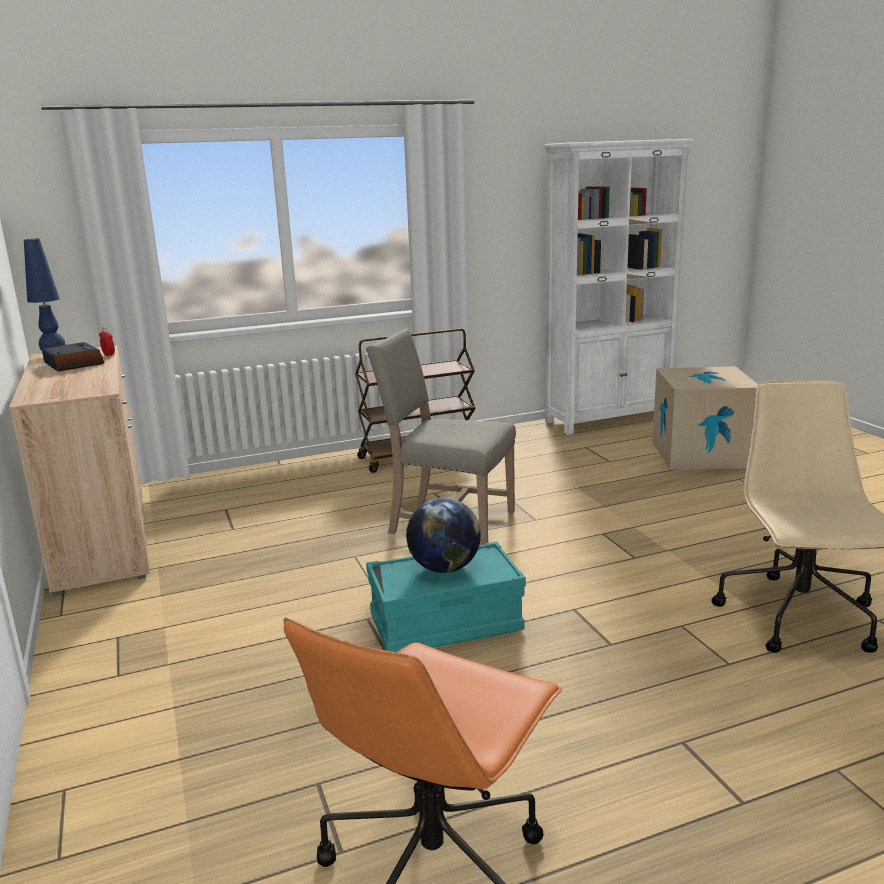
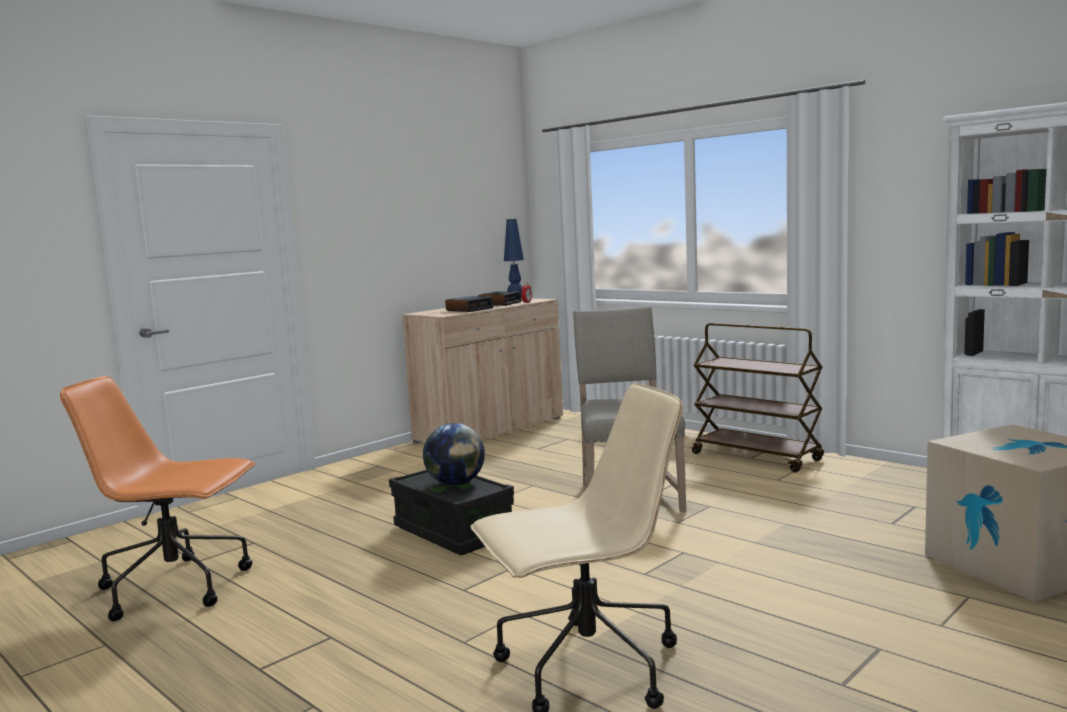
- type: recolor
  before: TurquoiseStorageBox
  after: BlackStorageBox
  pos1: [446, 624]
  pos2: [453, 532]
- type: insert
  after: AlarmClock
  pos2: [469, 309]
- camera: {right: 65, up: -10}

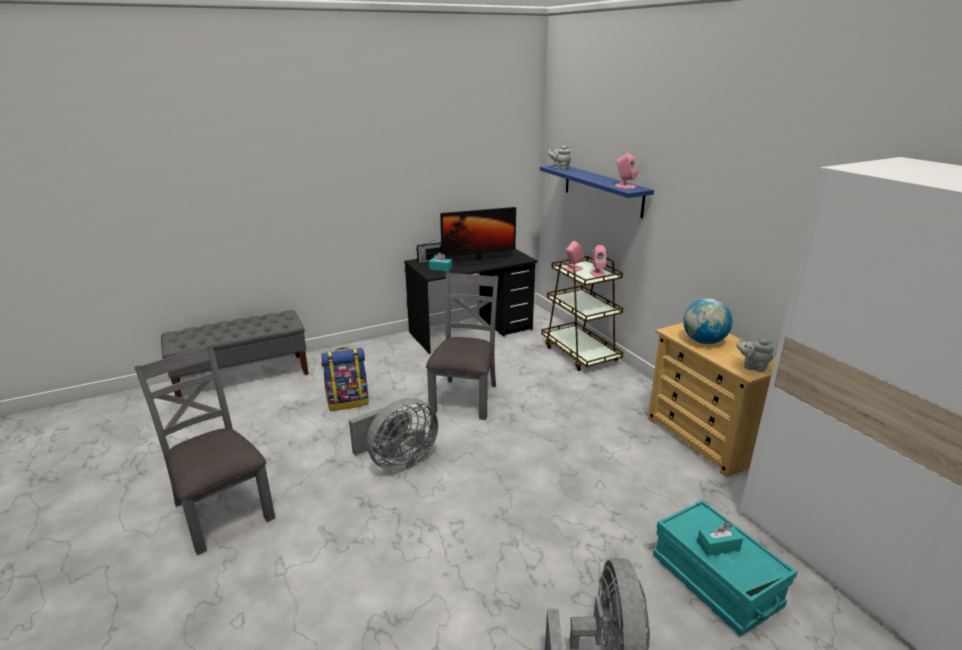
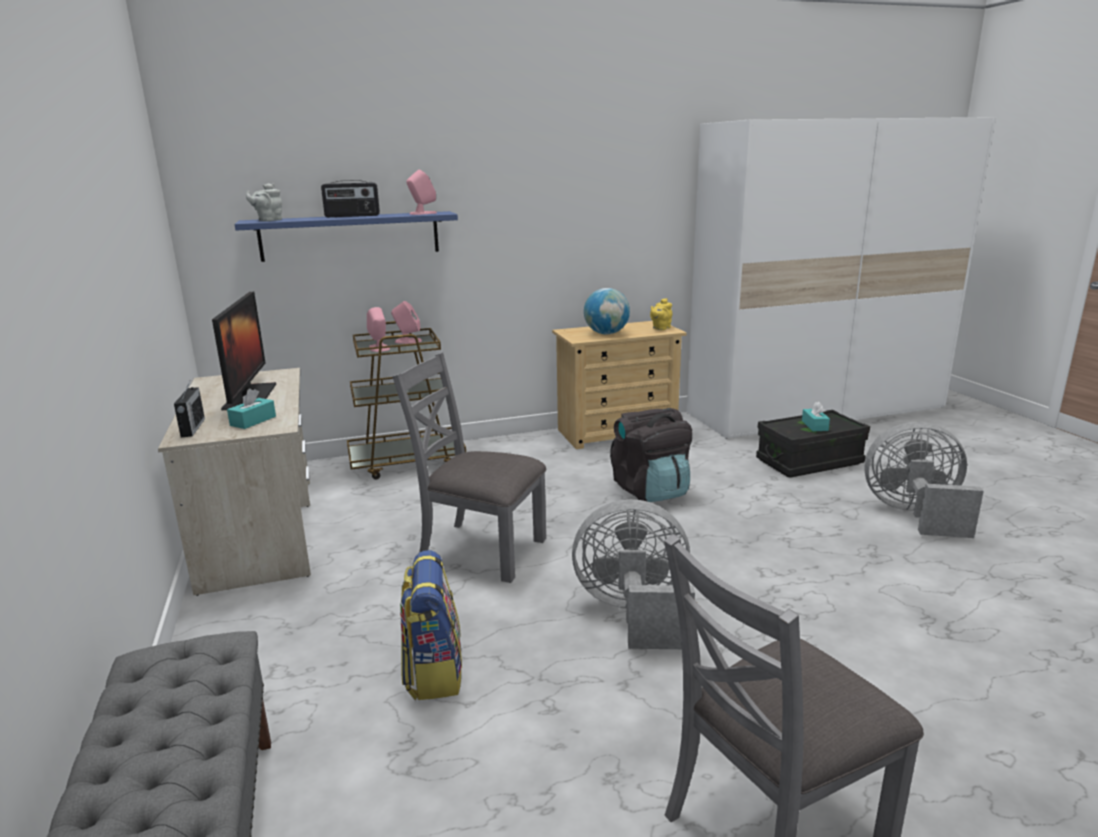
- type: rotate
  before: GreyFan
  pos1: [398, 461]
  pos2: [634, 614]
  turn: -60
- type: recolor
  before: BlackDesk
  after: BeigeDesk
  pos1: [471, 331]
  pos2: [260, 531]
- type: recolor
  before: TurquoiseStorageBox
  after: BlackStorageBox
  pos1: [715, 581]
  pos2: [809, 461]
- type: recolor
  before: GreyTeapot
  after: YellowTeapot
  pos1: [753, 367]
  pos2: [660, 328]
- type: insert
  after: Radio
  pos2: [352, 216]
- type: insert
  after: BlackBackpack
  pos2: [651, 490]
- camera: {right: -80, up: -5}

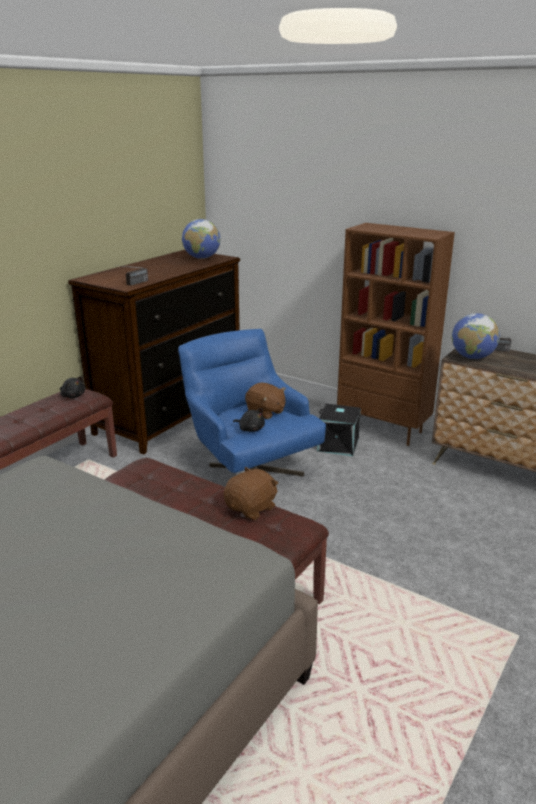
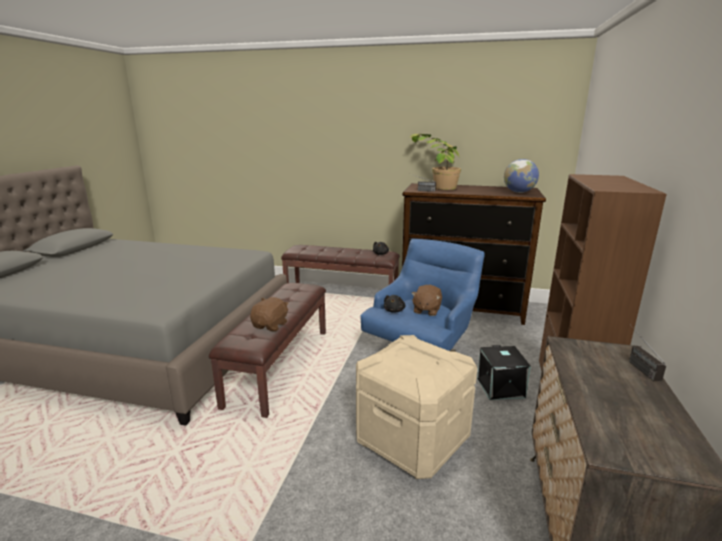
- type: rotate
  before: BrownPlushToy
  pos1: [251, 508]
  pos2: [271, 325]
  turn: -90
- type: delete
  before: Globe
  pos1: [472, 357]
- type: insert
  after: BeigeStorageBox
  pos2: [411, 440]
- type: insert
  after: PottedPlant
  pos2: [436, 186]
- camera: {right: 70, up: -5}

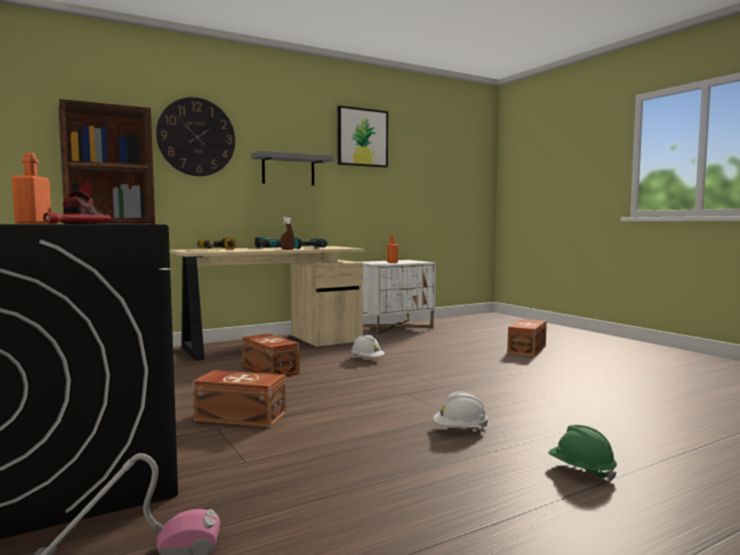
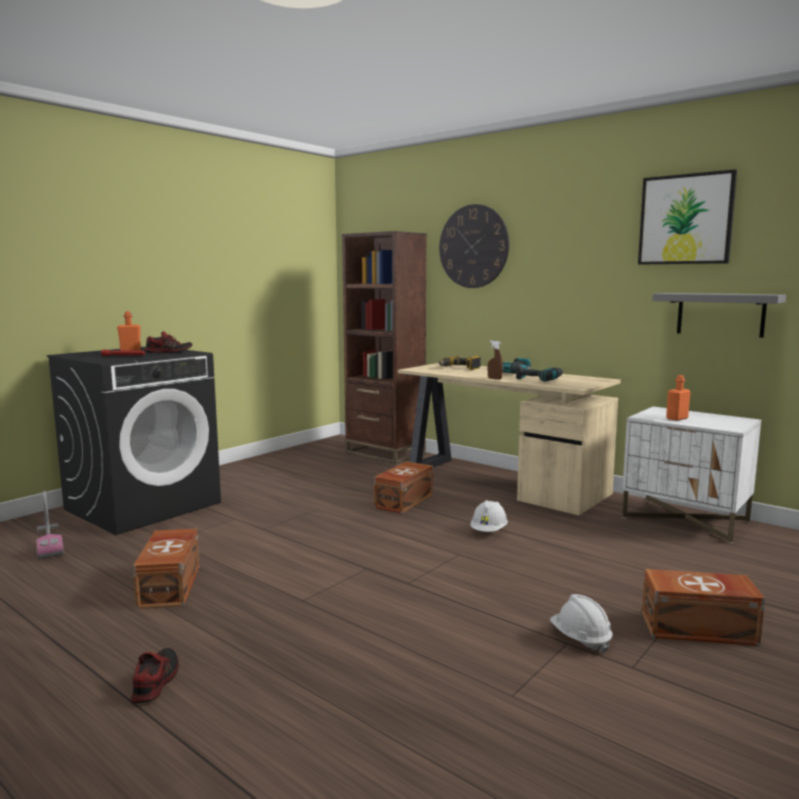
- type: move
  before: BrownStorageBox
  pos1: [240, 416]
  pos2: [171, 585]
- type: move
  before: GreyShelf
  pos1: [288, 170]
  pos2: [720, 314]
- type: move
  before: WhiteHardHat
  pos1: [460, 429]
  pos2: [580, 639]
- type: replace
  before: GreenHardHat
  after: Shoe
  pos1: [581, 470]
  pos2: [155, 682]
- camera: {right: 70, up: 5}

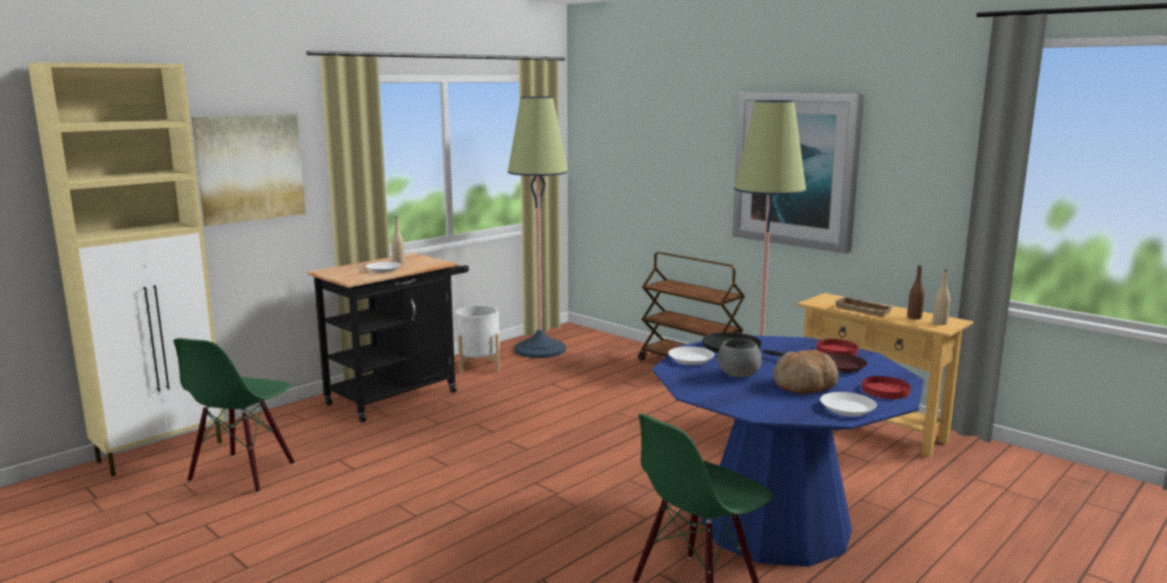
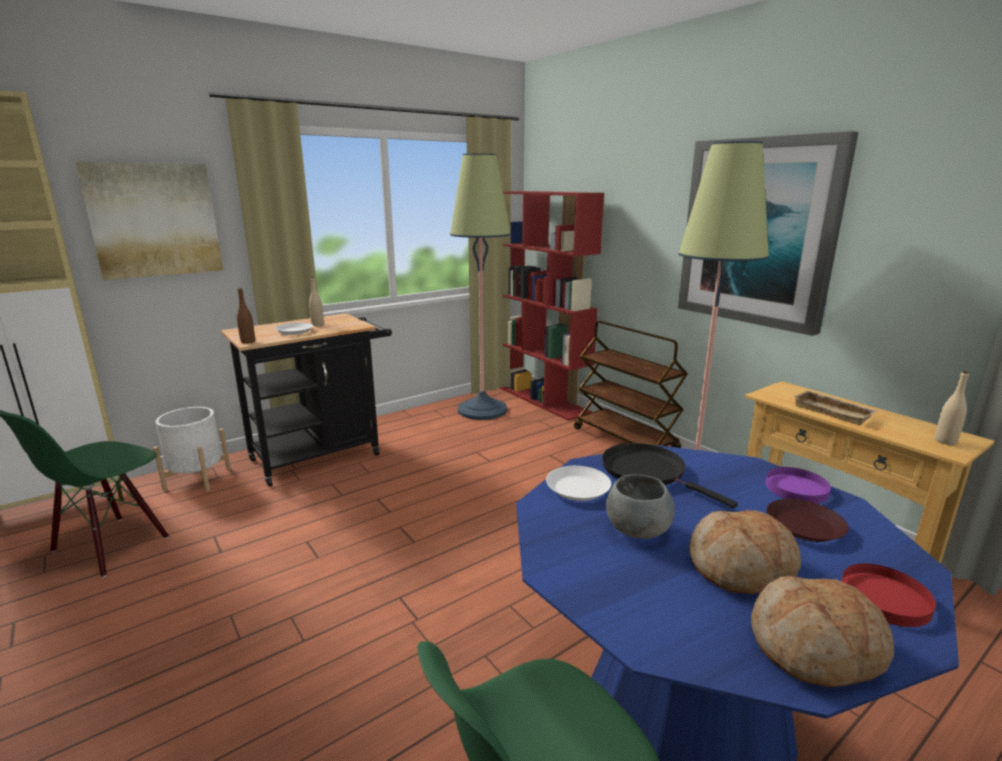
- type: move
  before: WhitePlanter
  pos1: [479, 366]
  pos2: [197, 479]
- type: recolor
  before: RedPlate
  after: PurplePlate
  pos1: [837, 350]
  pos2: [797, 488]
- type: replace
  before: WhitePlate
  after: Bread
  pos1: [847, 408]
  pos2: [815, 648]
- type: move
  before: BrownBottle
  pos1: [914, 317]
  pos2: [248, 342]
- type: insert
  after: RedBookcase
  pos2: [543, 400]
- camera: {right: 10, up: 5}

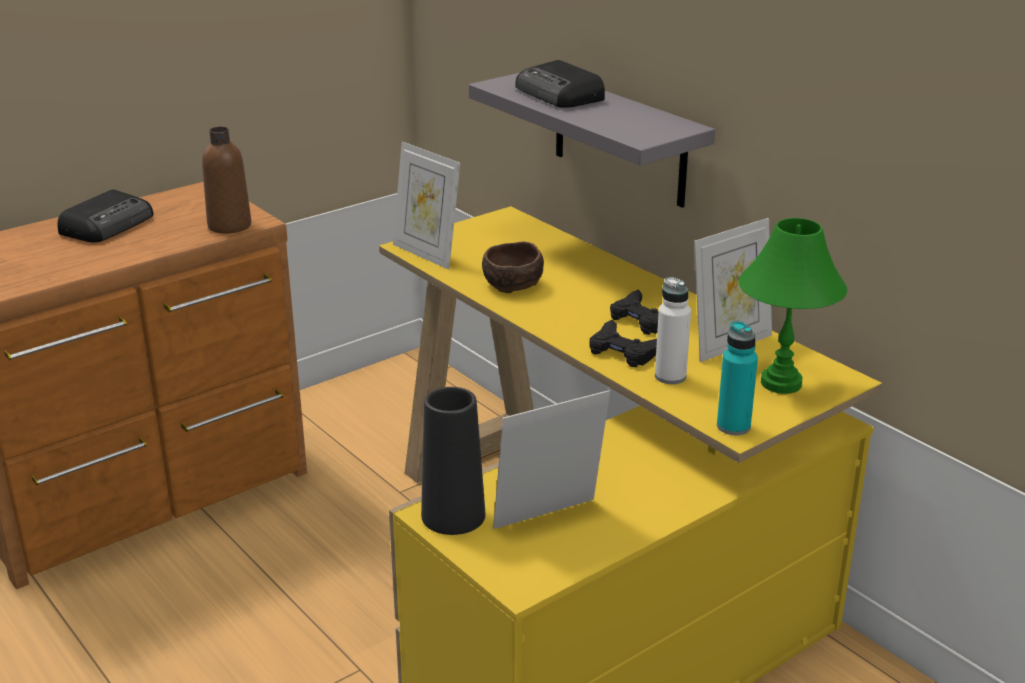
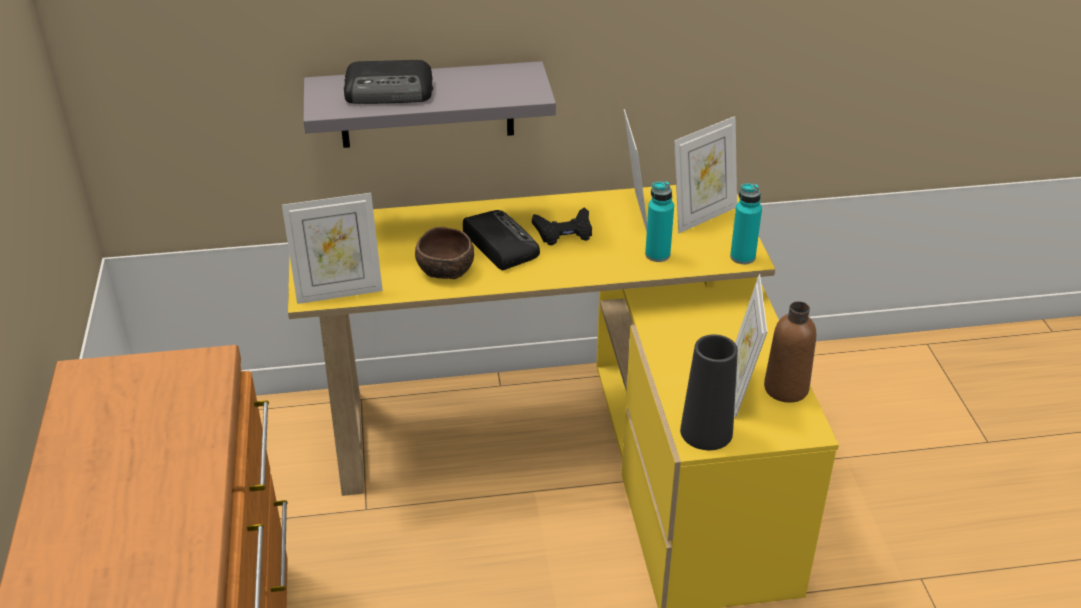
- type: move
  before: Radio
  pos1: [108, 224]
  pos2: [499, 244]
- type: move
  before: BrownBottle
  pos1: [229, 226]
  pos2: [786, 388]
- type: delete
  before: BlackGameController
  pos1: [625, 351]
- type: recolor
  before: WhiteBottle
  after: TurquoiseBottle
  pos1: [670, 376]
  pos2: [657, 255]
- type: replace
  before: GreenTableLamp
  after: PictureFrame
  pos1: [780, 383]
  pos2: [702, 216]
- camera: {right: -60, up: 10}

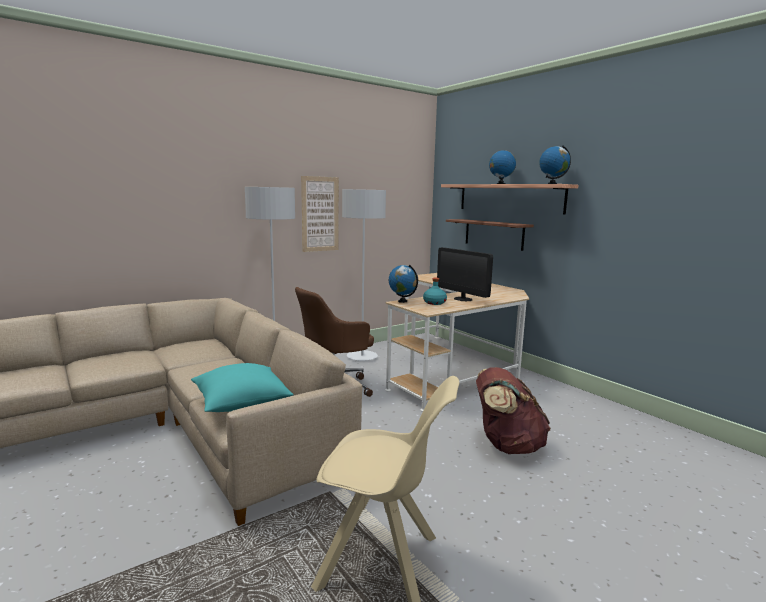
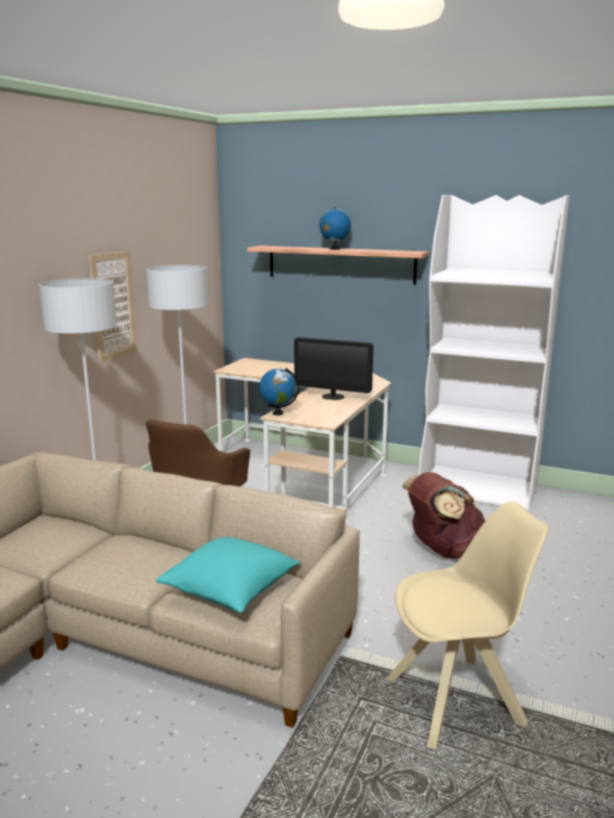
- type: delete
  before: TurquoiseBottle
  pos1: [434, 303]
- type: delete
  before: Shelf
  pos1: [493, 234]
- type: delete
  before: Globe
  pos1: [552, 183]
- type: insert
  after: WhiteBookcase
  pos2: [479, 489]
- camera: {right: -30, up: 5}

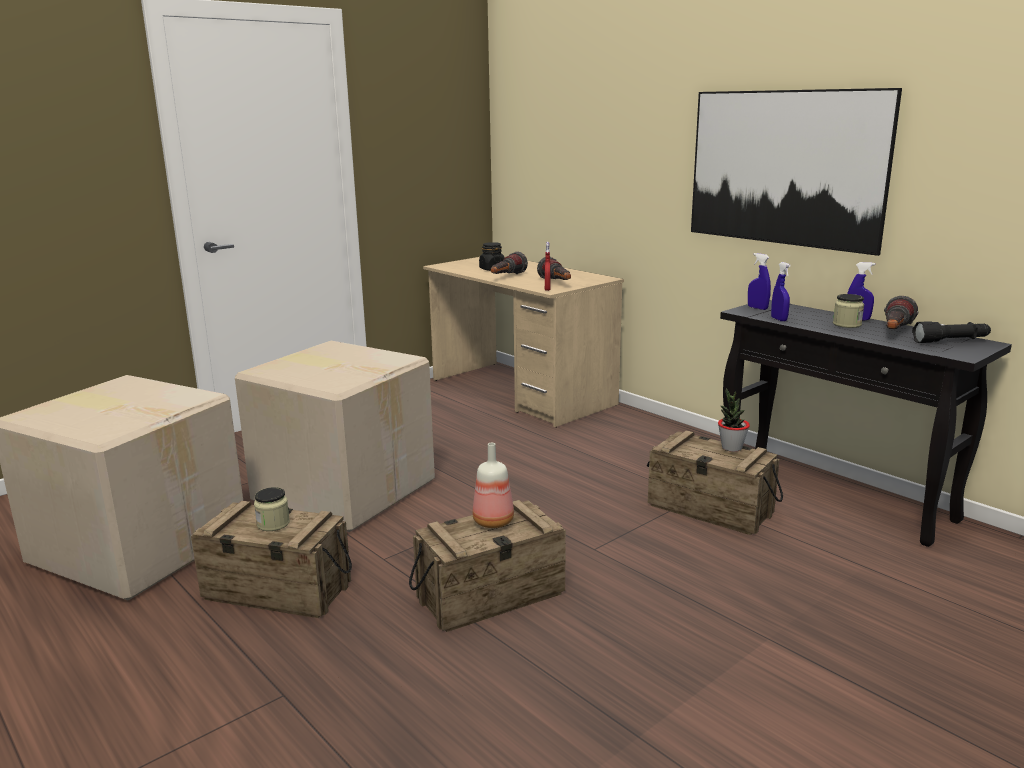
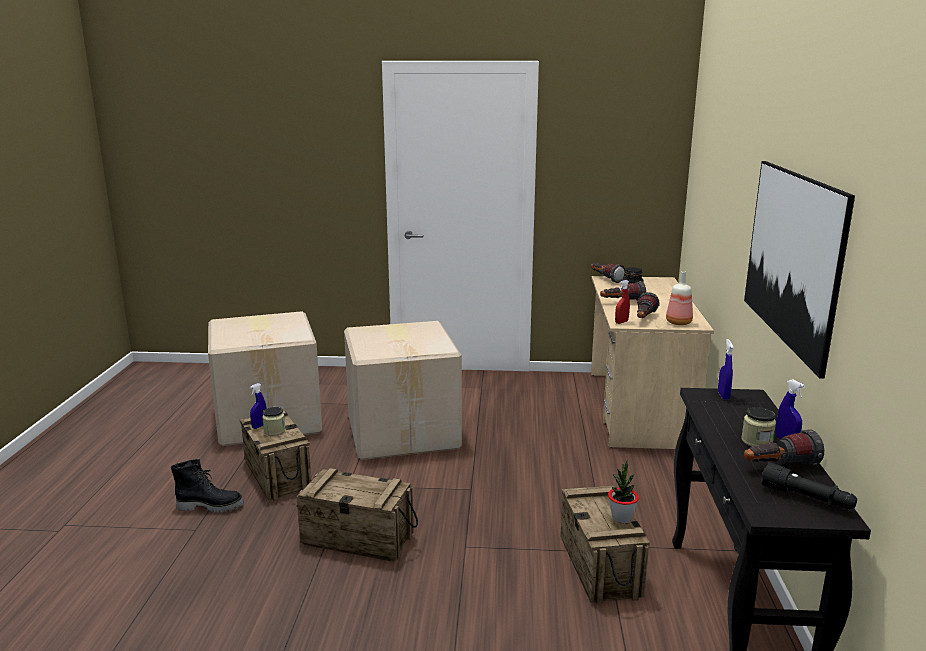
- type: move
  before: Bottle
  pos1: [492, 521]
  pos2: [678, 322]
- type: move
  before: BlueSprayBottle
  pos1: [779, 319]
  pos2: [259, 426]
- type: insert
  after: BlackBoot
  pos2: [211, 506]
- type: insert
  after: Flashlight
  pos2: [605, 279]
- camera: {right: 45, up: 0}

